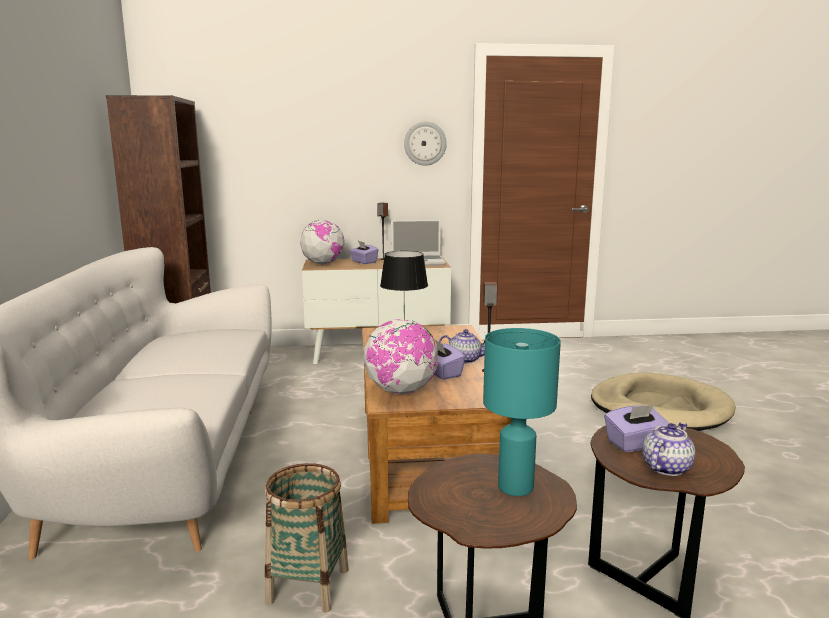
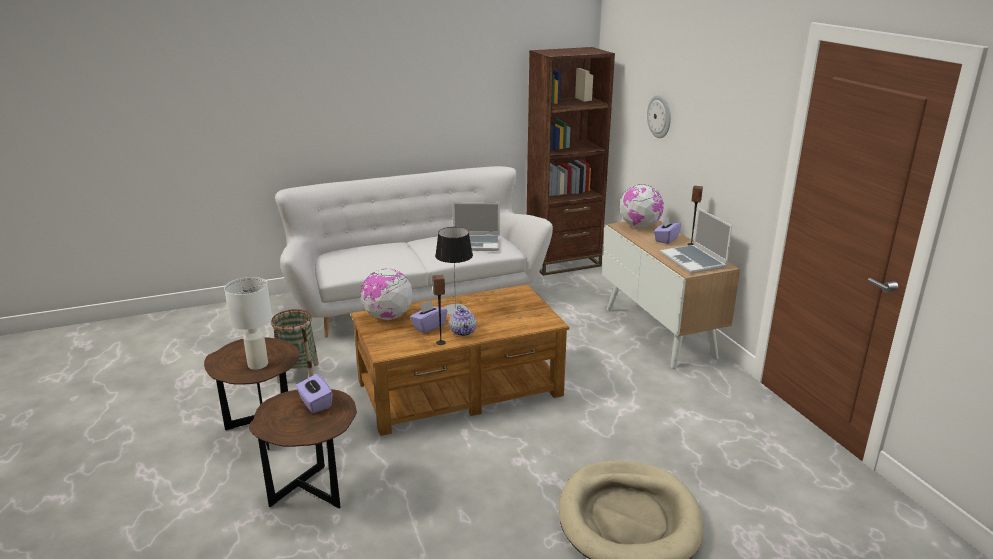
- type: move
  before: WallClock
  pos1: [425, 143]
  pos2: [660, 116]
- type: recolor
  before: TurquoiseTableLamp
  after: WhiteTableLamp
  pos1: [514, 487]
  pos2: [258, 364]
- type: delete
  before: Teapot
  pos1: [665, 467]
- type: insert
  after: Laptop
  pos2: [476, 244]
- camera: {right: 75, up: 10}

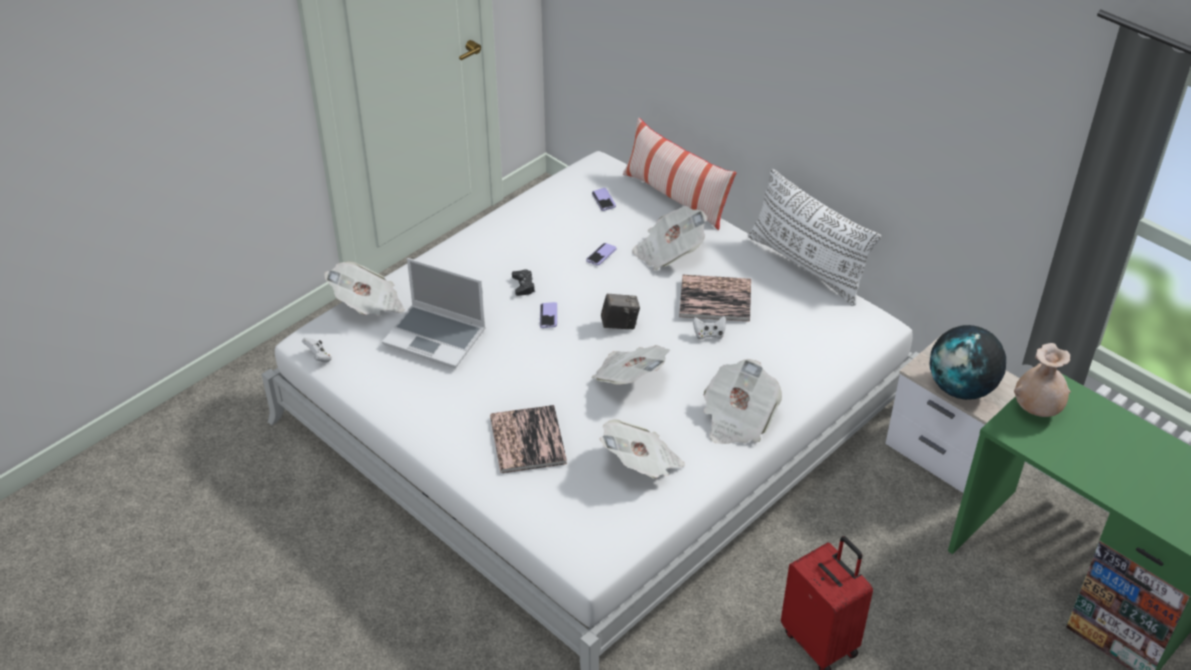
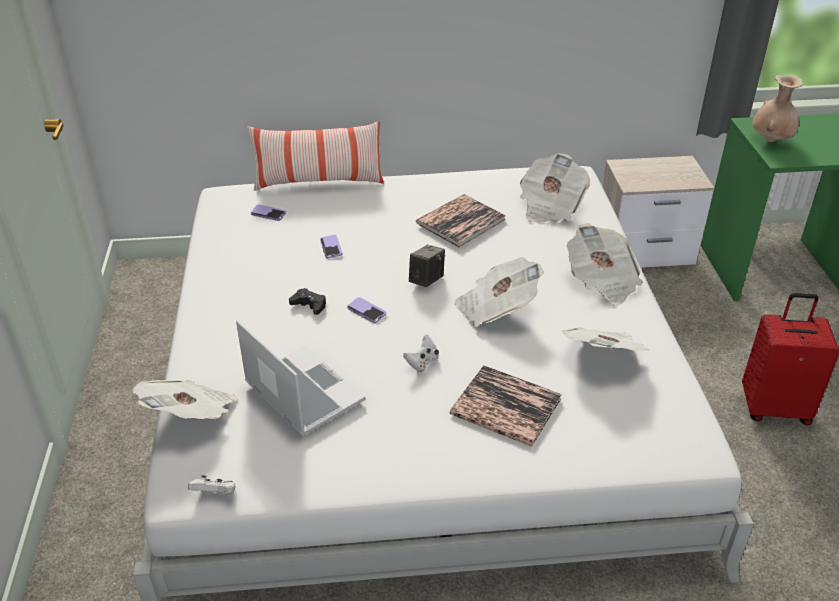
- type: rotate
  before: Laptop
  pos1: [436, 337]
  pos2: [301, 392]
  turn: -105
- type: move
  before: Newspaper
  pos1: [668, 252]
  pos2: [550, 206]
- type: move
  before: WhiteGameController
  pos1: [709, 334]
  pos2: [422, 362]
- type: delete
  before: WhitePillow
  pos1: [807, 266]
- type: delete
  before: Globe
  pos1: [961, 388]
- camera: {right: -50, up: -5}

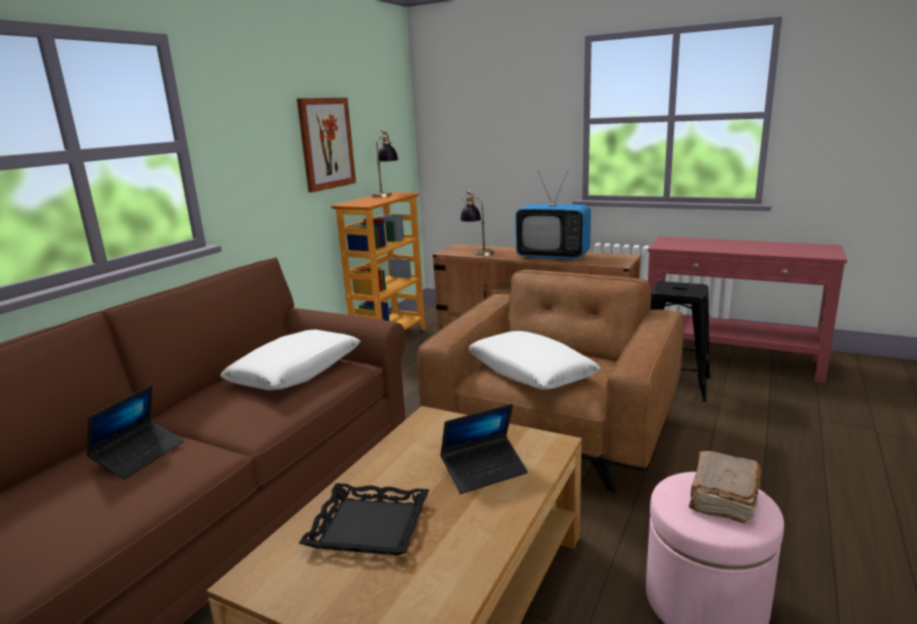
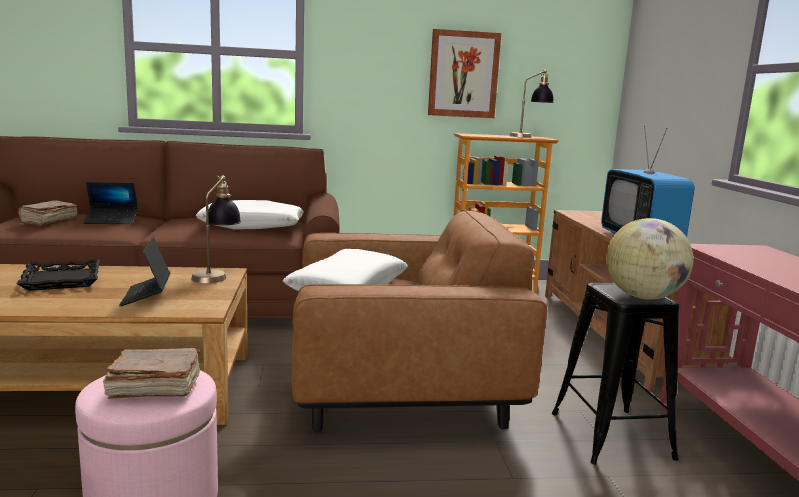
- type: rotate
  before: Laptop
  pos1: [484, 471]
  pos2: [146, 296]
  turn: 45
- type: move
  before: TableLamp
  pos1: [477, 252]
  pos2: [217, 274]
- type: insert
  after: BrownBook
  pos2: [48, 221]
- type: insert
  after: Globe
  pos2: [643, 297]
- camera: {right: 55, up: -5}

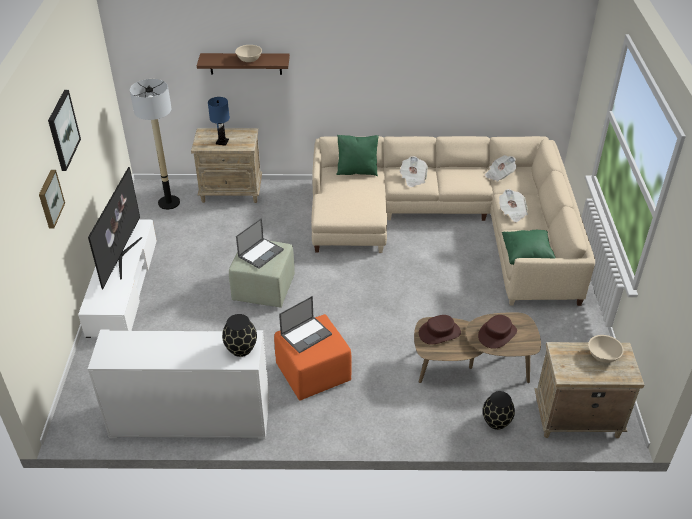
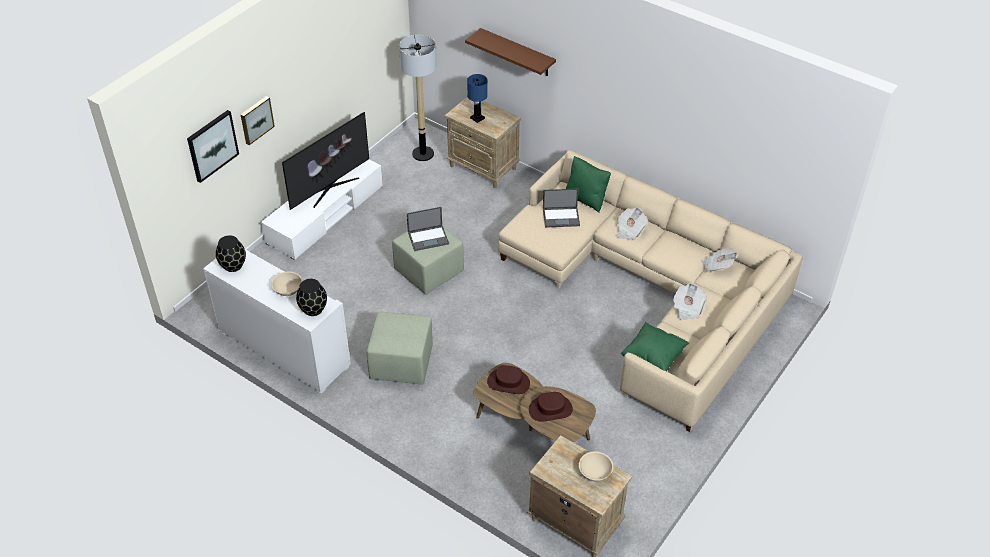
- type: move
  before: Picture
  pos1: [63, 130]
  pos2: [212, 145]
- type: move
  before: BeigeBowl
  pos1: [249, 59]
  pos2: [288, 290]
- type: recolor
  before: OrangeOttoman
  after: GreenOttoman
  pos1: [312, 374]
  pos2: [400, 363]
- type: move
  before: Laptop
  pos1: [306, 334]
  pos2: [561, 217]
- type: move
  before: BlackVase
  pos1: [496, 422]
  pos2: [232, 265]
- camera: {right: 35, up: 5}

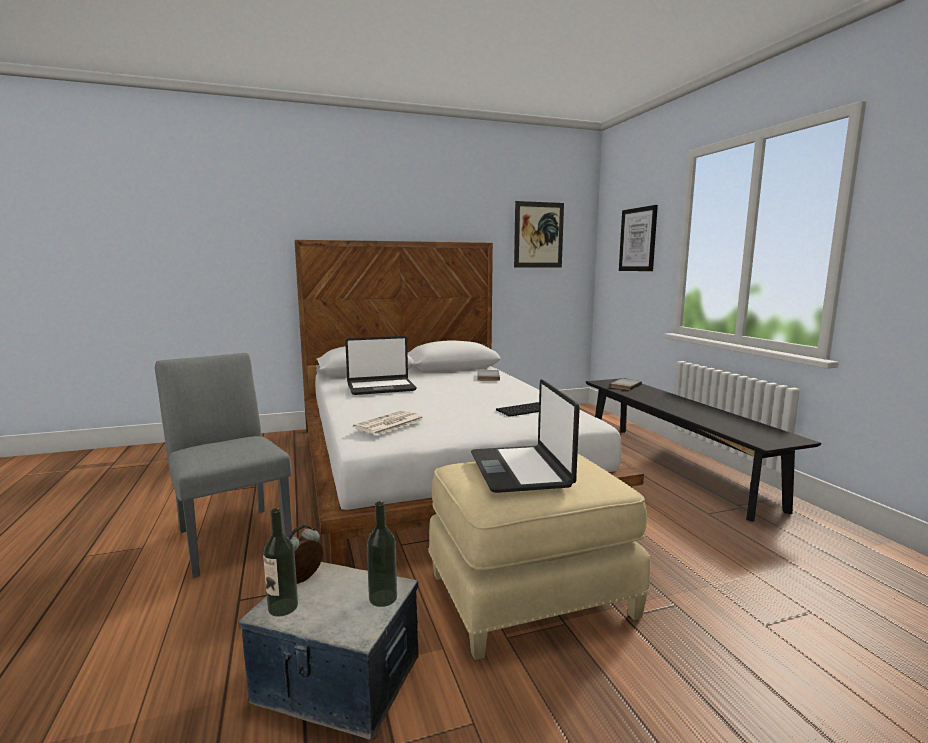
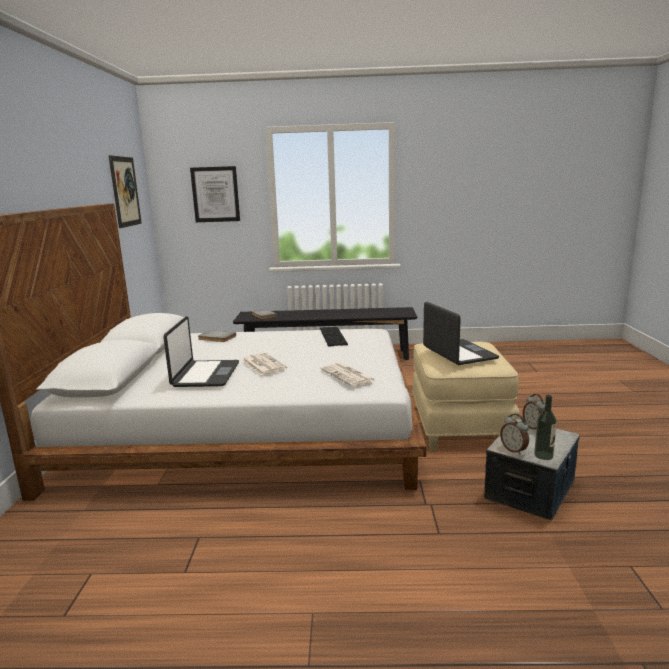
- type: delete
  before: GreyChair
  pos1: [231, 535]
- type: replace
  before: Bottle
  after: AlarmClock
  pos1: [383, 598]
  pos2: [534, 427]
- type: rotate
  before: Laptop
  pos1: [521, 470]
  pos2: [458, 353]
  turn: -120
- type: insert
  after: Newspaper
  pos2: [263, 364]
- camera: {right: -70, up: 5}

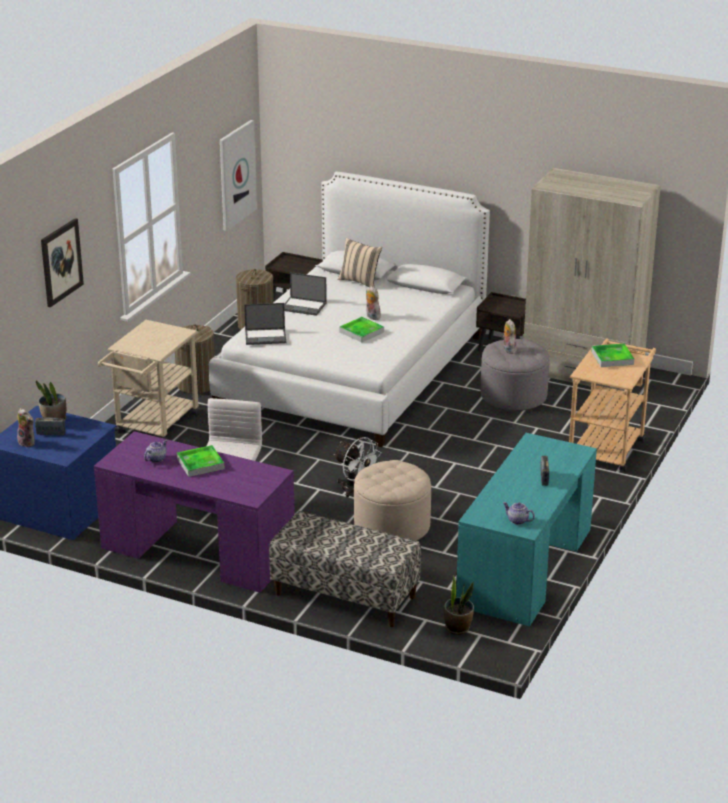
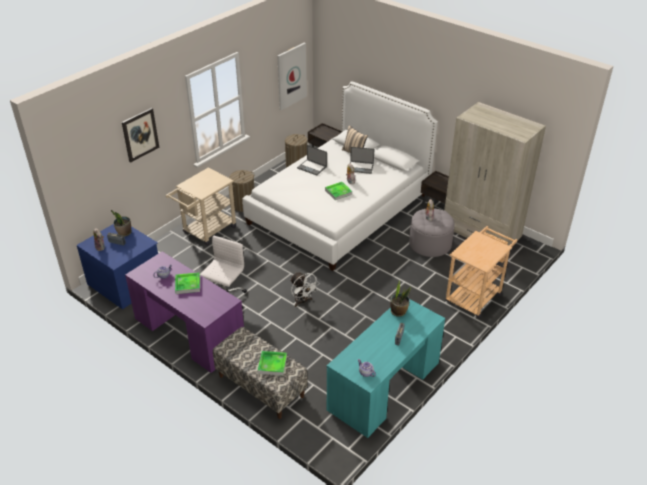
- type: move
  before: Laptop
  pos1: [266, 336]
  pos2: [361, 167]
- type: delete
  before: BeigeOttoman
  pos1: [392, 526]
- type: move
  before: PottedPlant
  pos1: [457, 628]
  pos2: [398, 311]
- type: move
  before: Tray
  pos1: [612, 358]
  pos2: [272, 364]
- camera: {right: 15, up: 10}

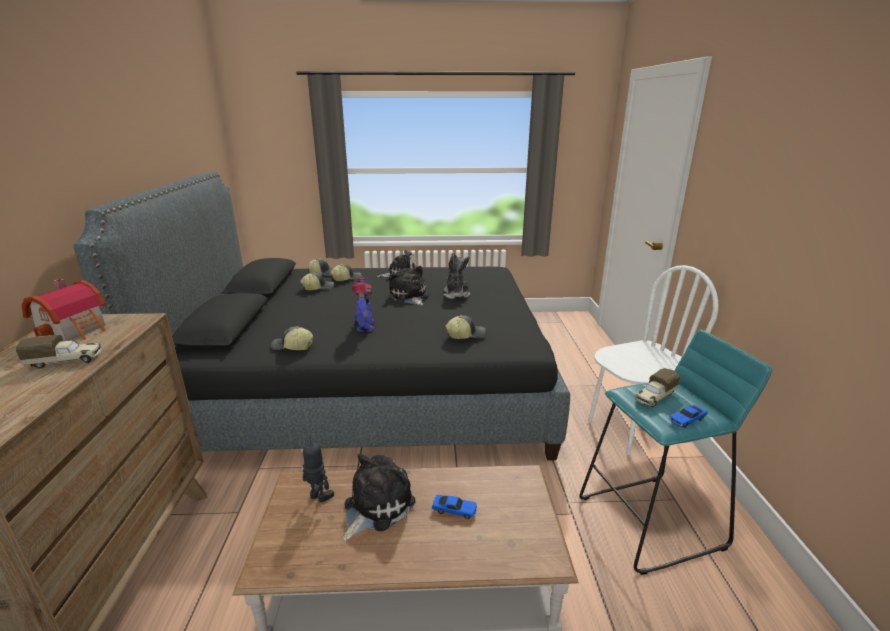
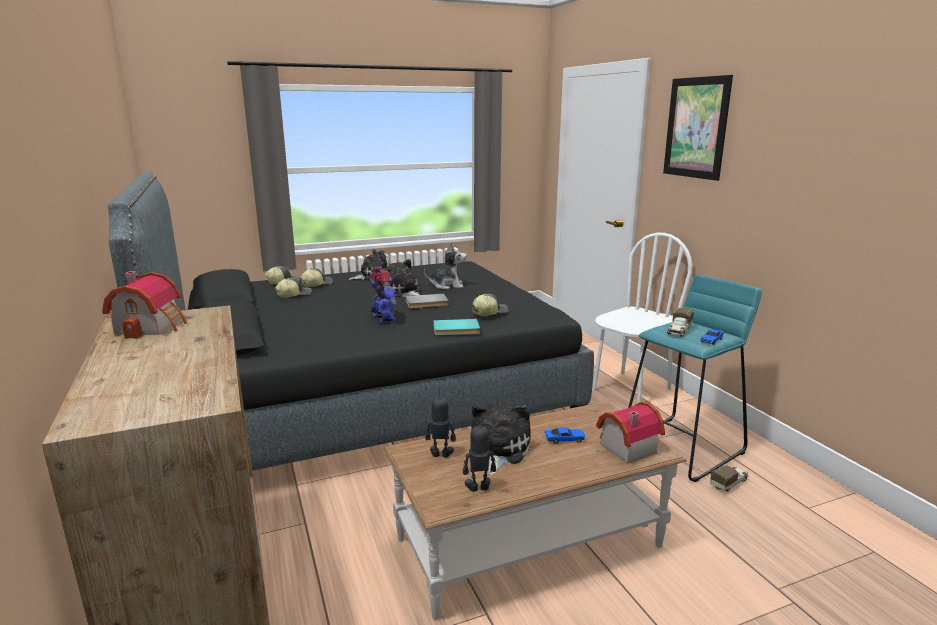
- type: move
  before: ToyTruck
  pos1: [66, 361]
  pos2: [729, 483]
- type: delete
  before: Cap
  pos1: [292, 347]
- type: rotate
  before: PlushToy
  pos1: [456, 294]
  pos2: [447, 285]
  turn: 120
- type: insert
  after: GreyBook
  pos2: [427, 303]
- type: insert
  after: TurquoiseBook
  pos2: [456, 329]
- type: insert
  after: ToyRobot
  pos2: [479, 488]
- type: insert
  after: ToyHouse
  pos2: [624, 447]
- type: insert
  after: Picture
  pos2: [696, 128]
- camera: {right: -20, up: -5}

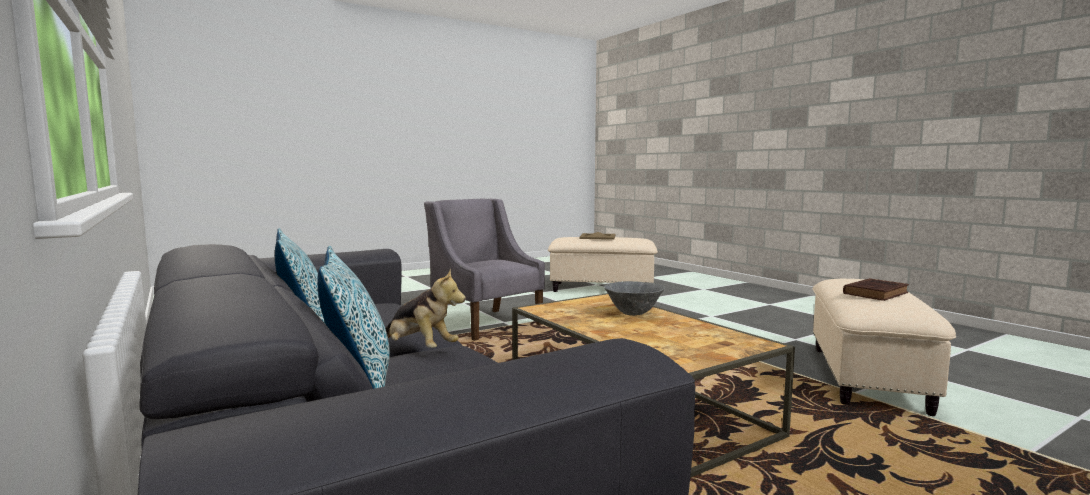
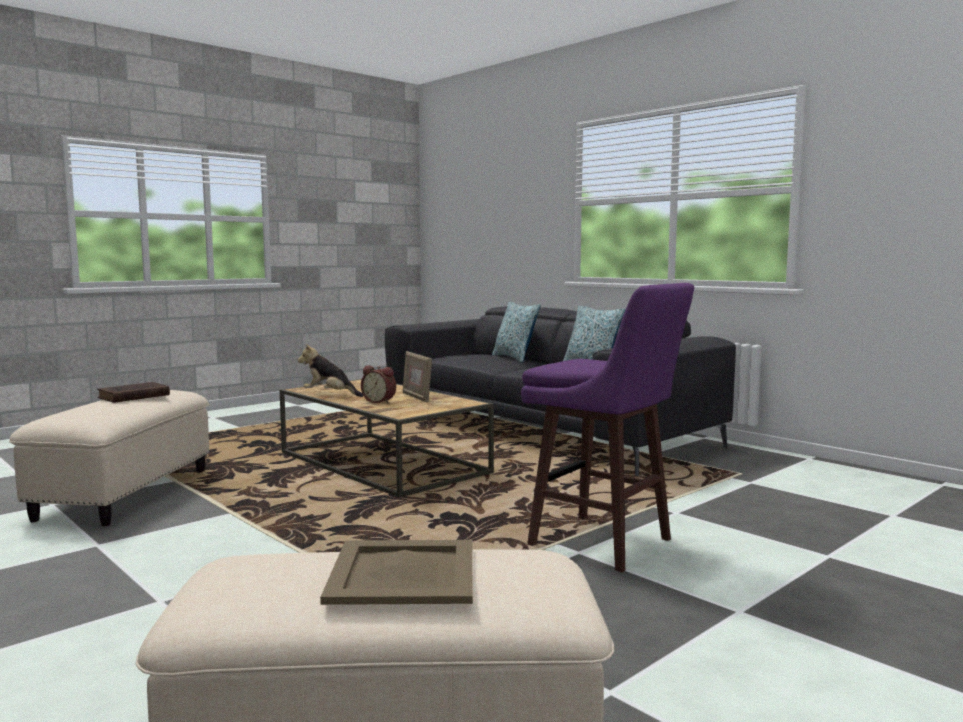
- type: move
  before: PlushToy
  pos1: [419, 349]
  pos2: [330, 395]
- type: replace
  before: GreyArmchair
  after: PurpleStool
  pos1: [485, 324]
  pos2: [603, 544]
- type: replace
  before: GreyBowl
  after: AlarmClock
  pos1: [633, 314]
  pos2: [380, 401]
- type: insert
  after: PictureFrame
  pos2: [417, 397]
- camera: {right: 170, up: 0}

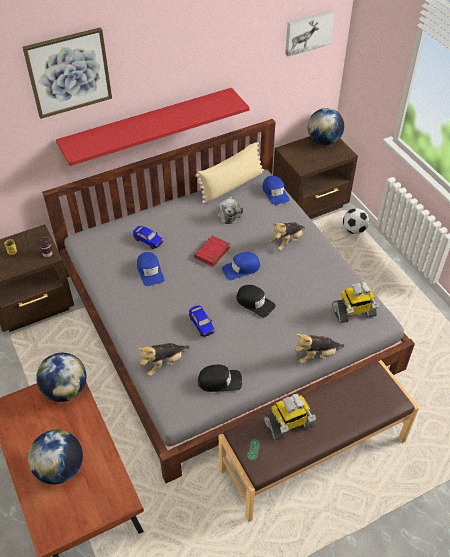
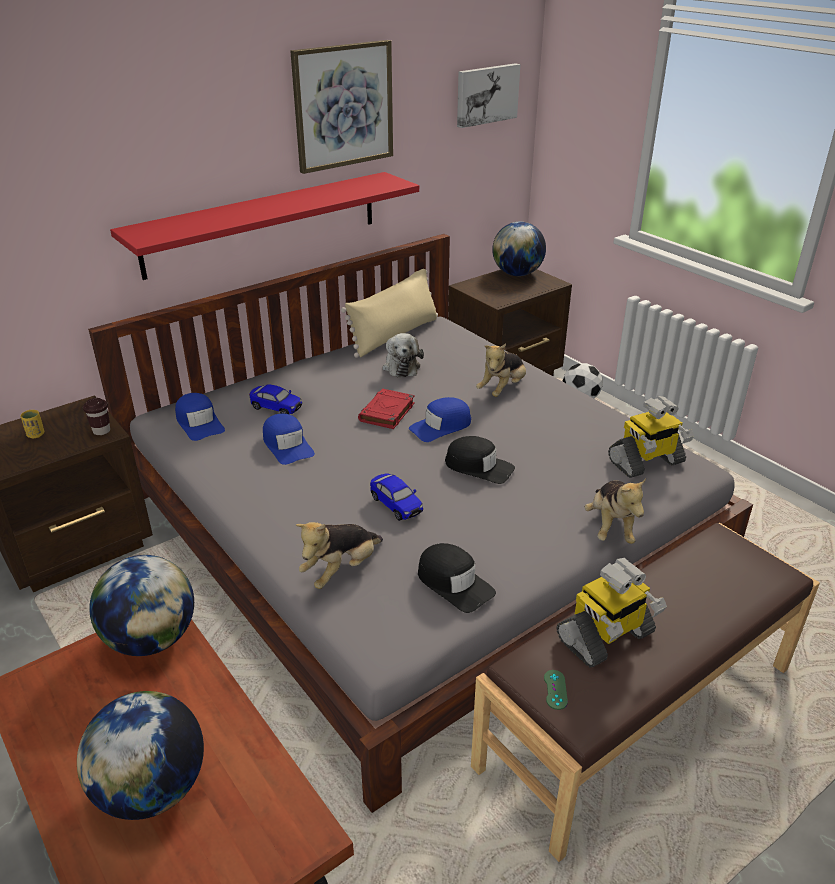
- type: move
  before: Picture
  pos1: [69, 72]
  pos2: [343, 106]
- type: rotate
  before: BlackCap
  pos1: [220, 381]
  pos2: [454, 583]
  turn: 60
- type: move
  before: BlueCap
  pos1: [275, 193]
  pos2: [199, 423]
- type: rotate
  before: PlushToy
  pos1: [316, 355]
  pos2: [610, 527]
  turn: -60
- camera: {right: -10, up: -15}

